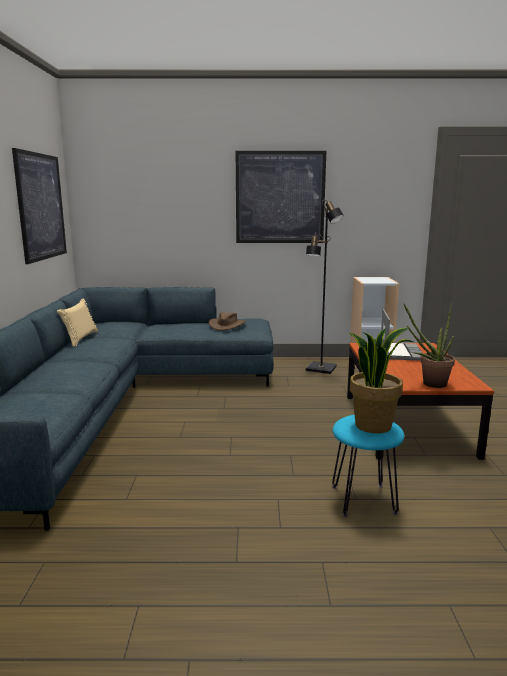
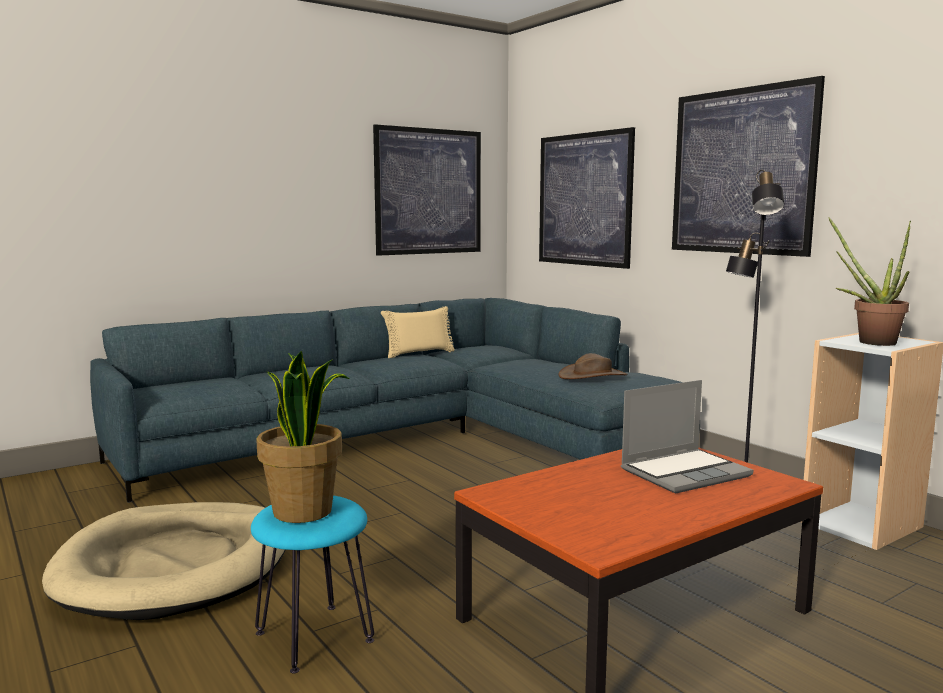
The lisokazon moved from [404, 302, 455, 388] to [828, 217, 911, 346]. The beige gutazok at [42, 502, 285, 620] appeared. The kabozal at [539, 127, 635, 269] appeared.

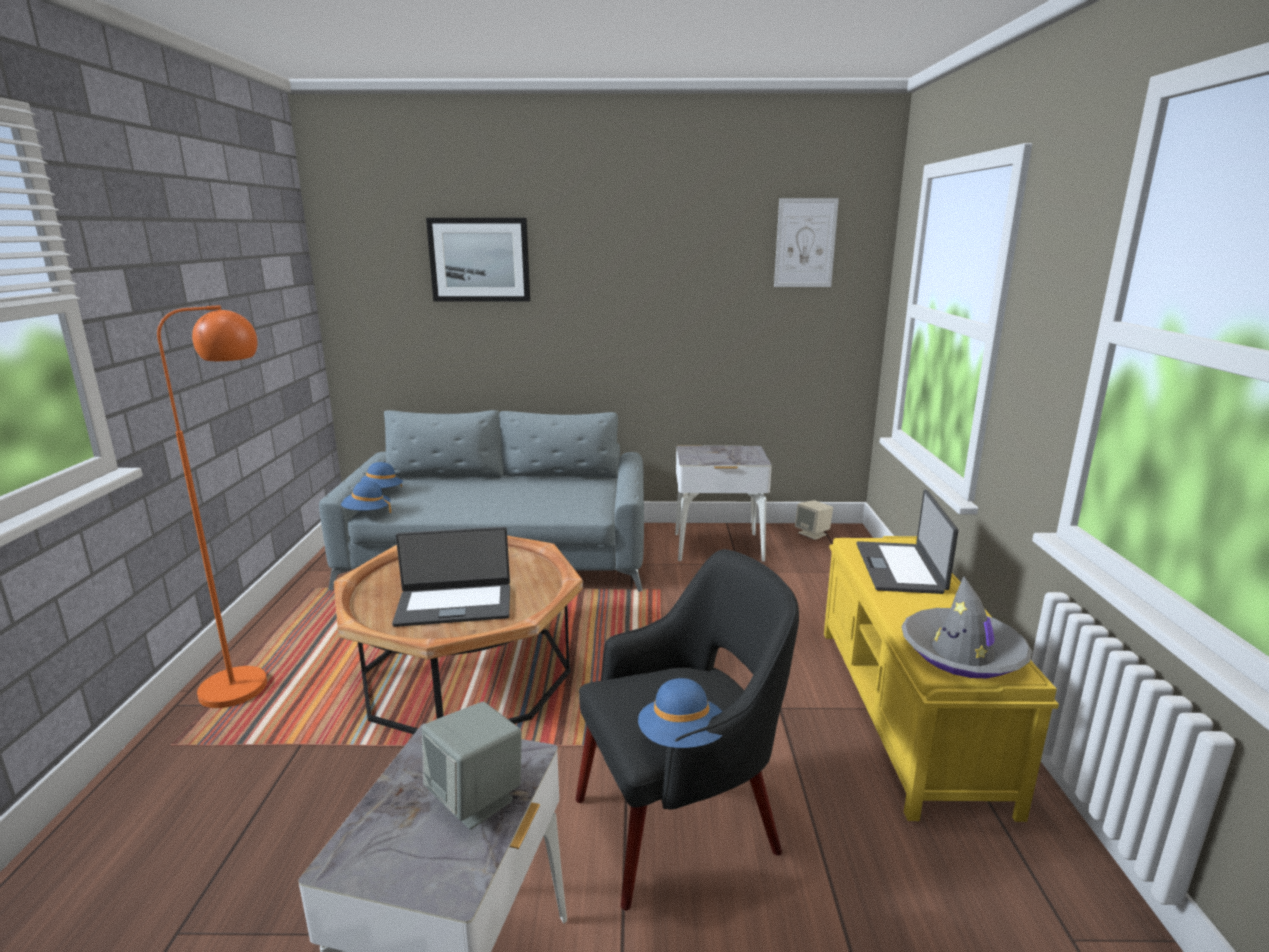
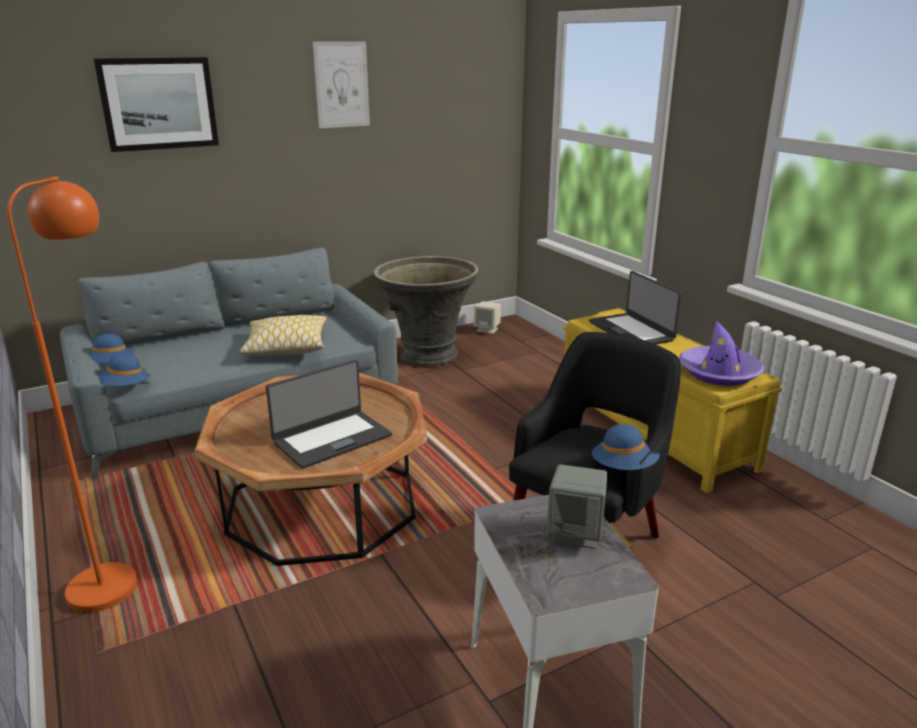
The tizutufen at [675, 446, 772, 562] was replaced by the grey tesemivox at [374, 256, 479, 366]. The kabozal moved from [774, 198, 839, 287] to [313, 41, 370, 128]. The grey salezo at [901, 576, 1032, 678] became the purple salezo at [679, 320, 764, 386]. The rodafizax at [239, 315, 327, 356] appeared.

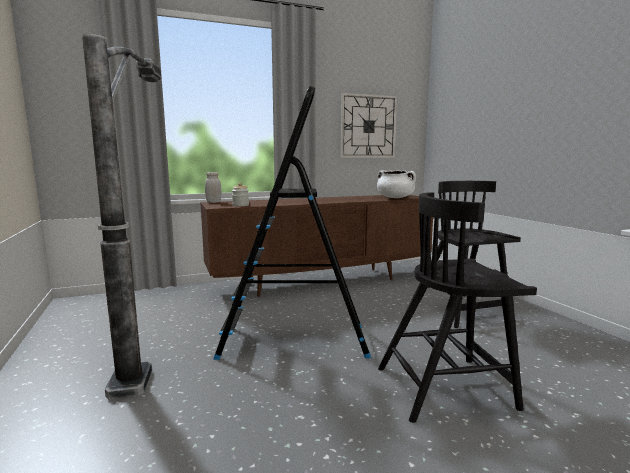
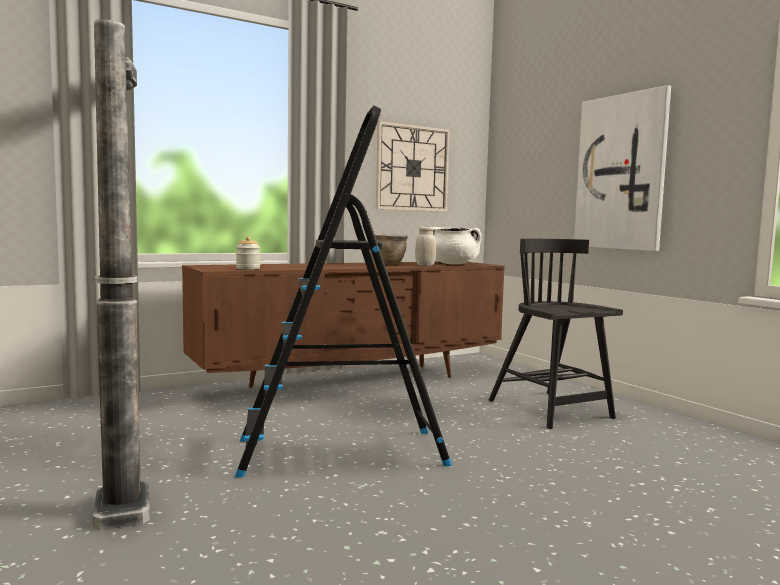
The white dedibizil moved from [205, 172, 221, 203] to [415, 227, 436, 266]. The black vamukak at [378, 192, 537, 423] disappeared. The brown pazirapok at [369, 233, 408, 265] appeared. The kabozal at [574, 85, 671, 251] appeared.

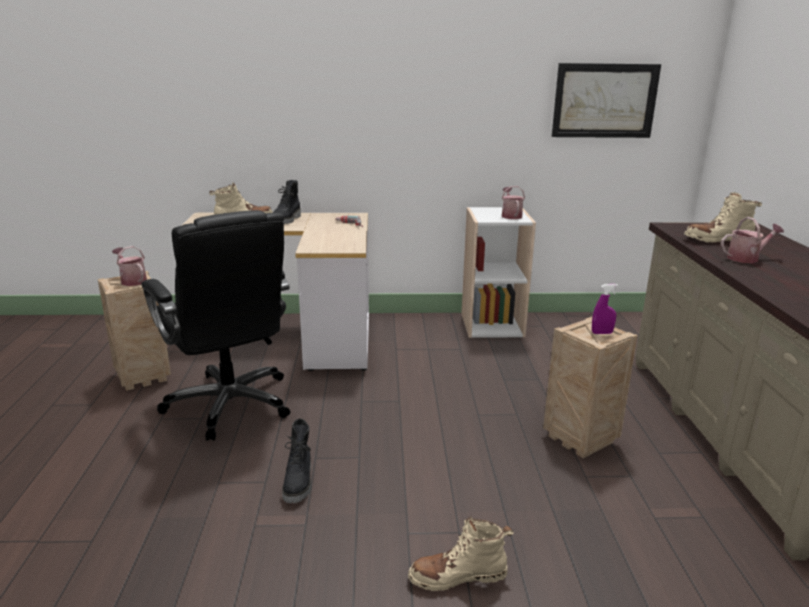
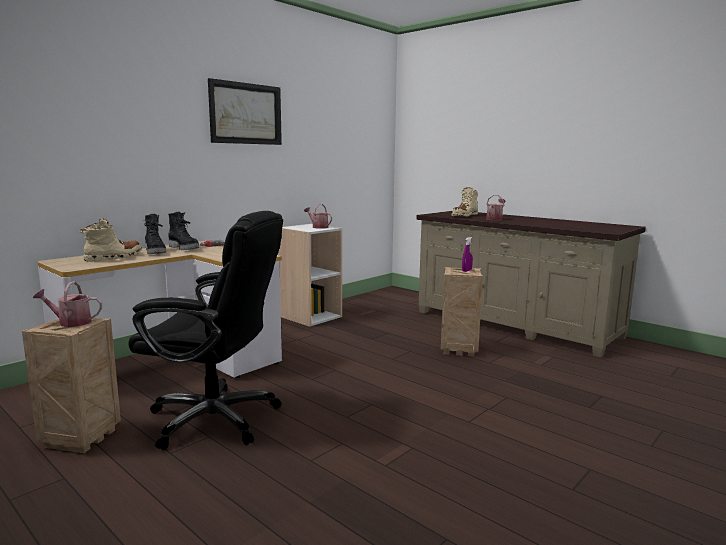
The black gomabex moved from [282, 418, 311, 503] to [168, 212, 199, 250]. The beige gomabex at [408, 516, 514, 591] disappeared. The kabozal moved from [552, 63, 661, 138] to [208, 78, 282, 145].

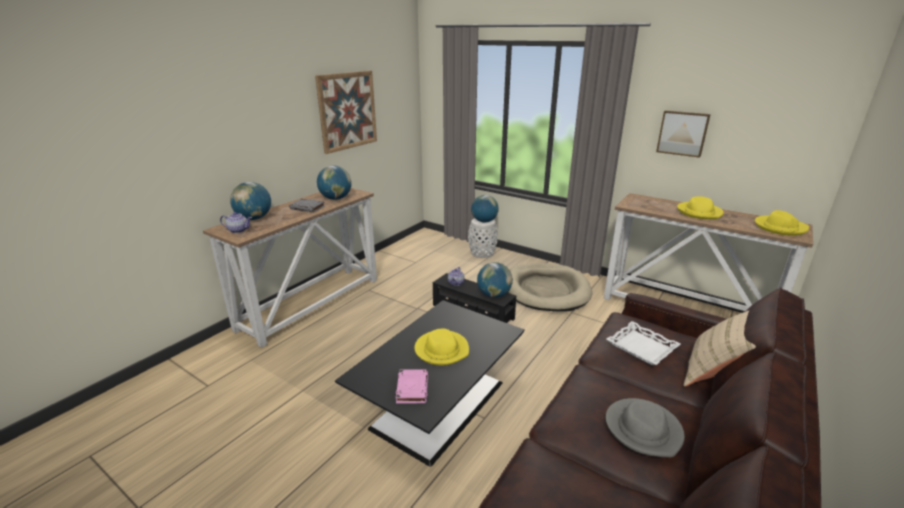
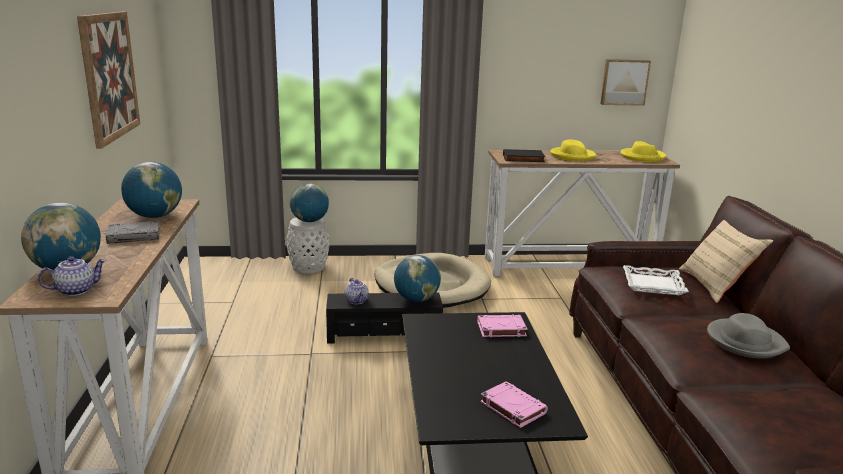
The yellow salezo at [414, 329, 469, 365] disappeared. The kabozal moved from [656, 110, 711, 158] to [600, 59, 651, 106]. The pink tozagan at [477, 314, 527, 337] appeared. The black tozagan at [503, 149, 545, 162] appeared.

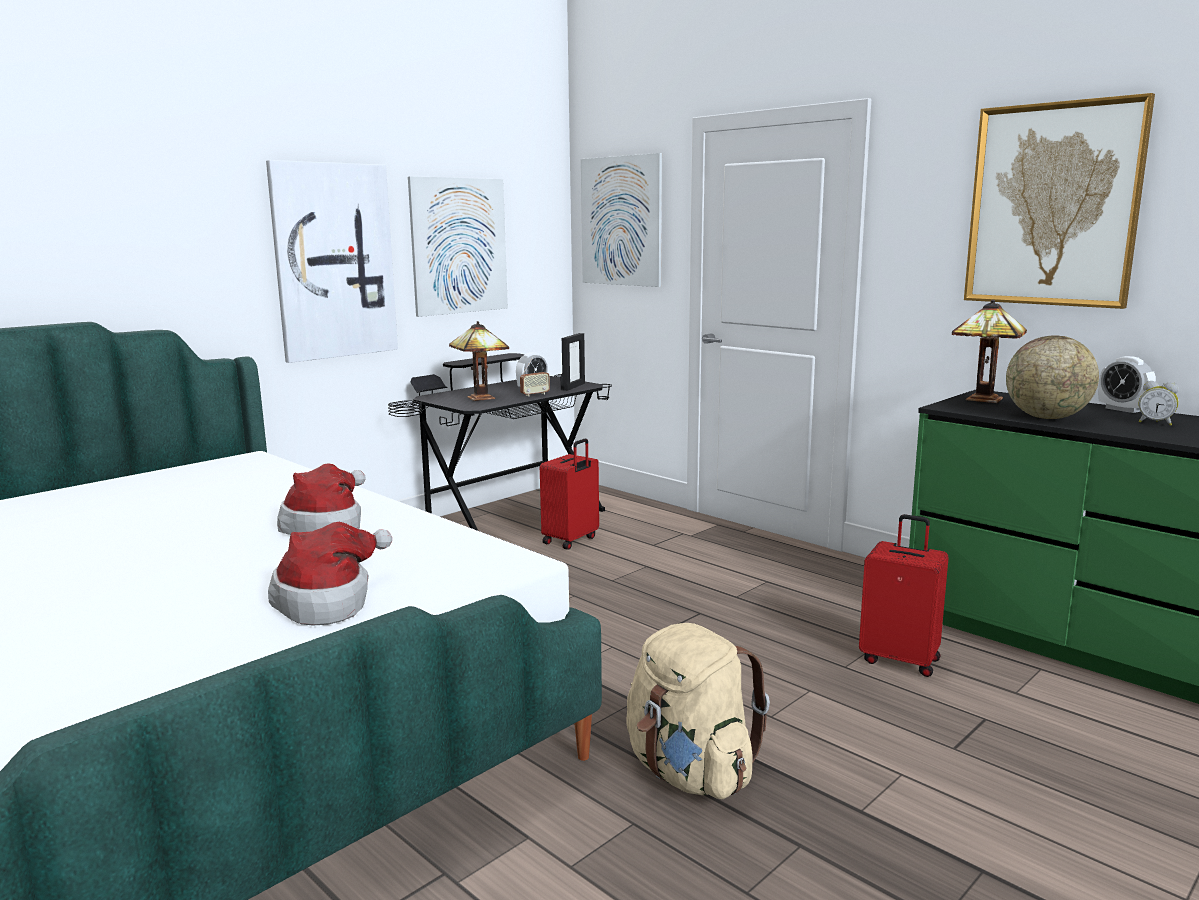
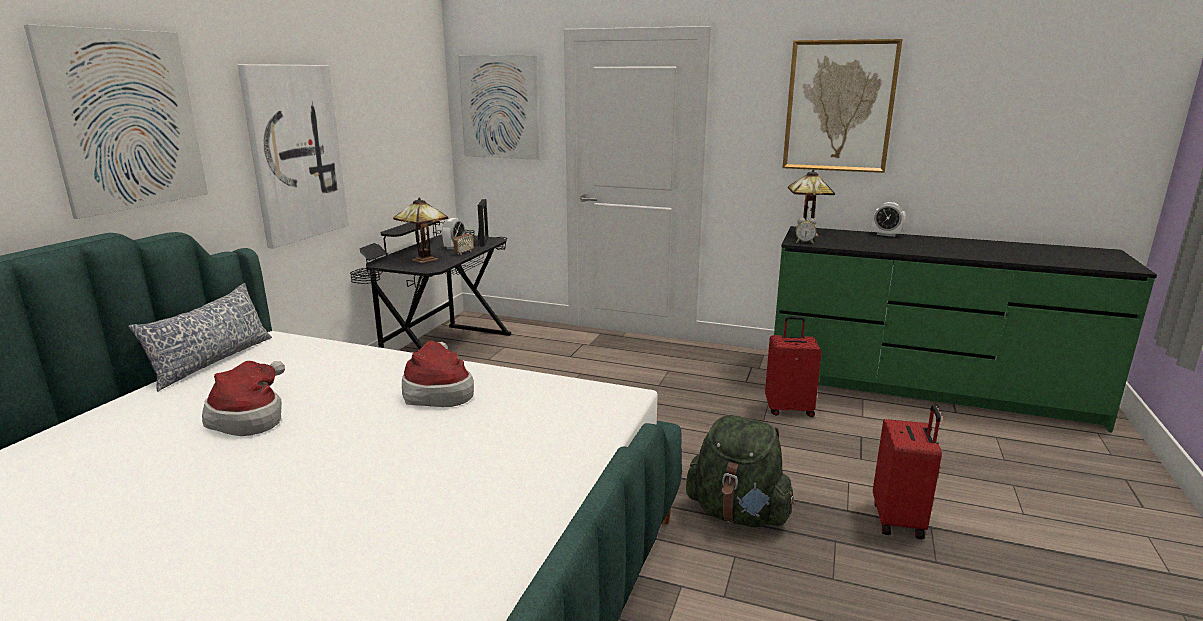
The salezo moved from [268, 522, 392, 625] to [202, 361, 285, 436]. The kabozal moved from [408, 176, 508, 317] to [24, 24, 208, 219]. The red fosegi moved from [540, 439, 599, 550] to [873, 405, 942, 539]. The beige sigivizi at [626, 623, 770, 799] became the green sigivizi at [686, 415, 796, 527]. The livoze at [1006, 335, 1099, 419] disappeared. The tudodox moved from [1139, 381, 1179, 426] to [796, 218, 816, 244]. The rodafizax at [128, 283, 272, 392] appeared.

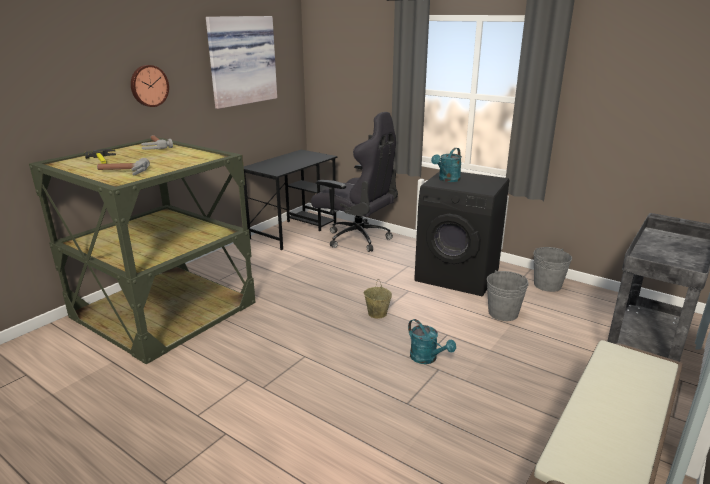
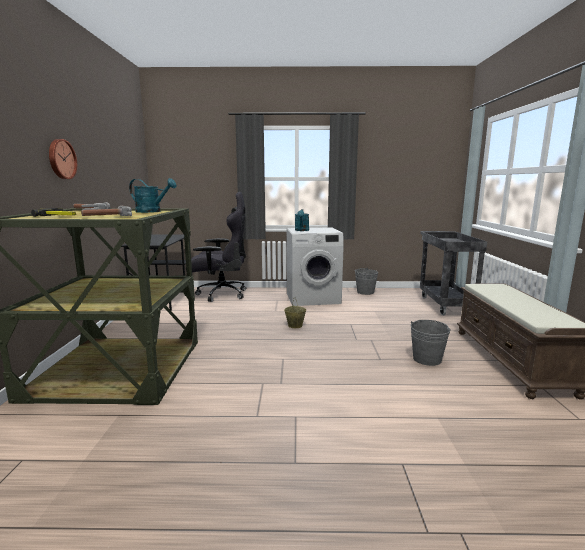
The kabozal at [206, 16, 277, 109] disappeared. The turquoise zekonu moved from [408, 319, 456, 364] to [129, 178, 177, 213]. The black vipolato at [414, 171, 510, 296] became the white vipolato at [286, 227, 344, 306]. The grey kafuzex moved from [487, 270, 528, 321] to [411, 320, 451, 366].

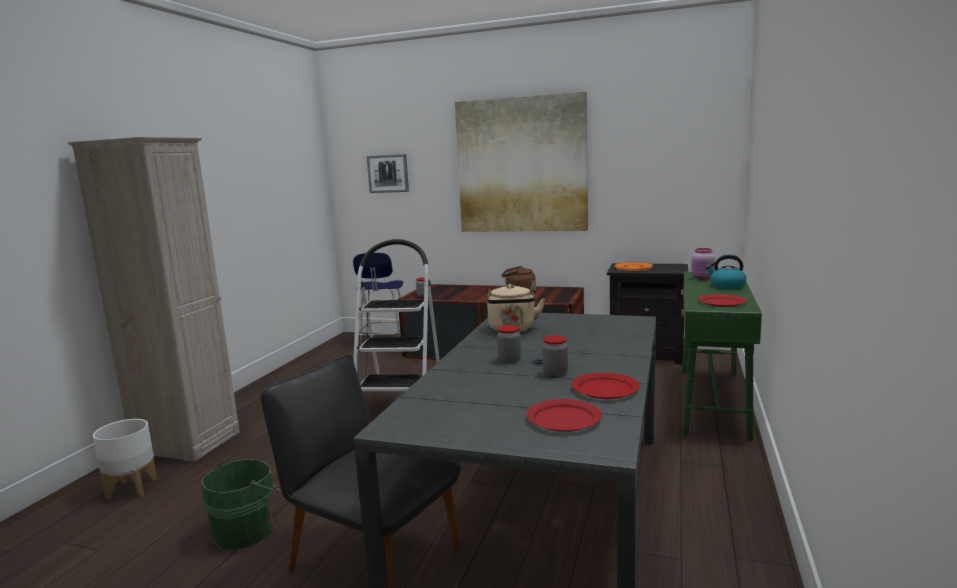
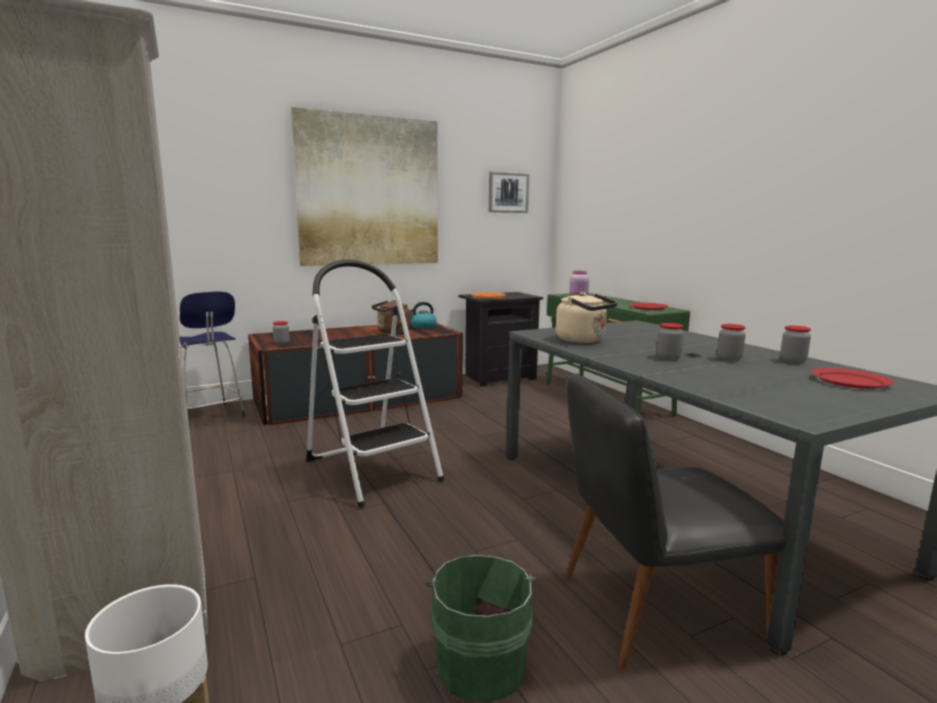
The kabozal moved from [366, 154, 409, 193] to [489, 171, 529, 213]. The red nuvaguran at [571, 373, 640, 399] was replaced by the dedibizil at [780, 326, 811, 363]. The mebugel moved from [705, 255, 746, 289] to [410, 302, 437, 329].

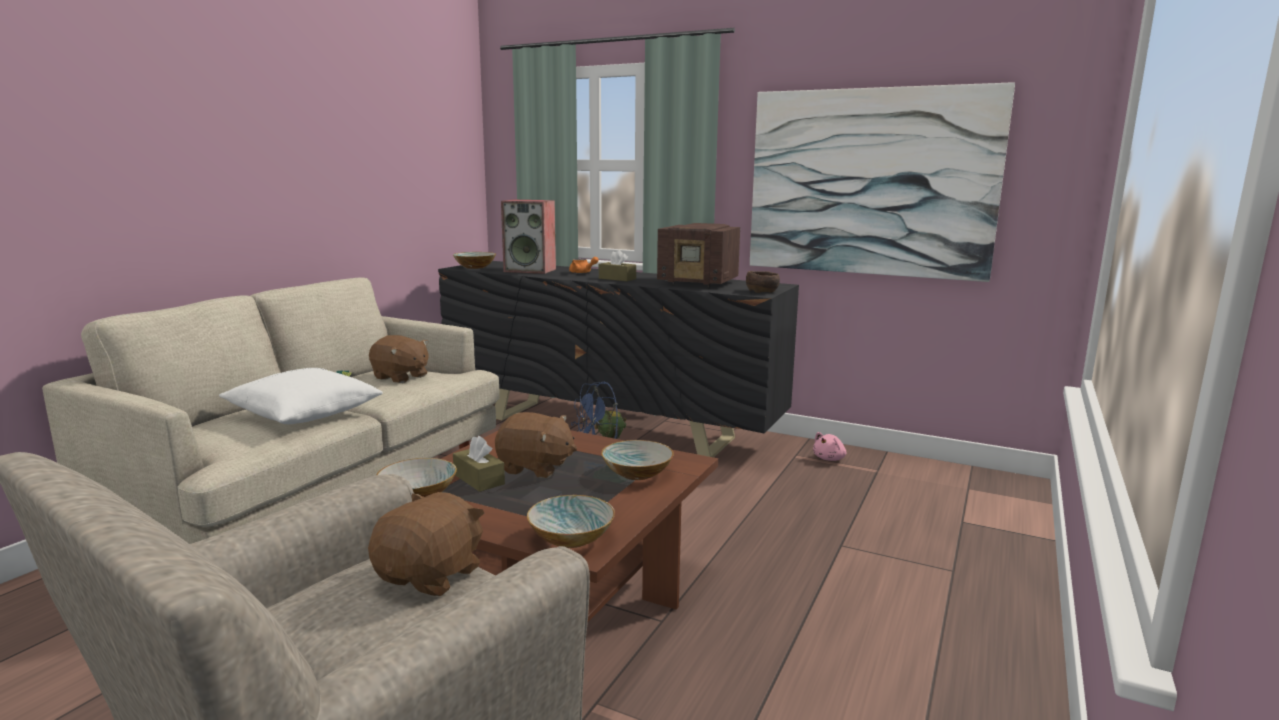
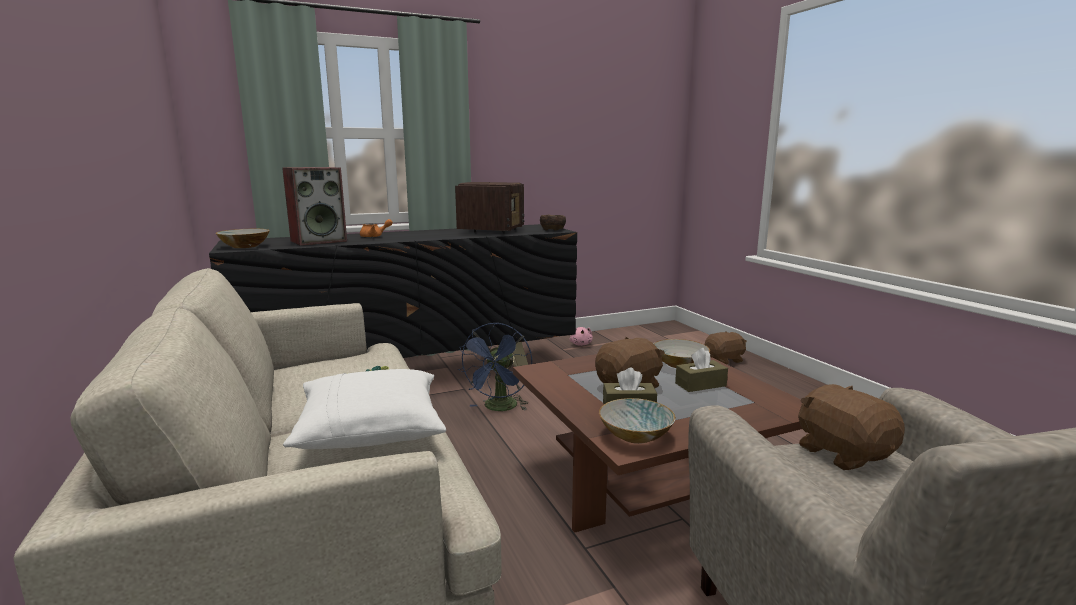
The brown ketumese moved from [369, 335, 429, 383] to [705, 332, 747, 364]. The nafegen at [527, 495, 615, 548] disappeared. The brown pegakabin moved from [599, 250, 636, 281] to [675, 348, 728, 392]. The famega at [657, 223, 740, 288] turned 45 degrees counterclockwise. The kabozal at [750, 82, 1015, 282] disappeared.

